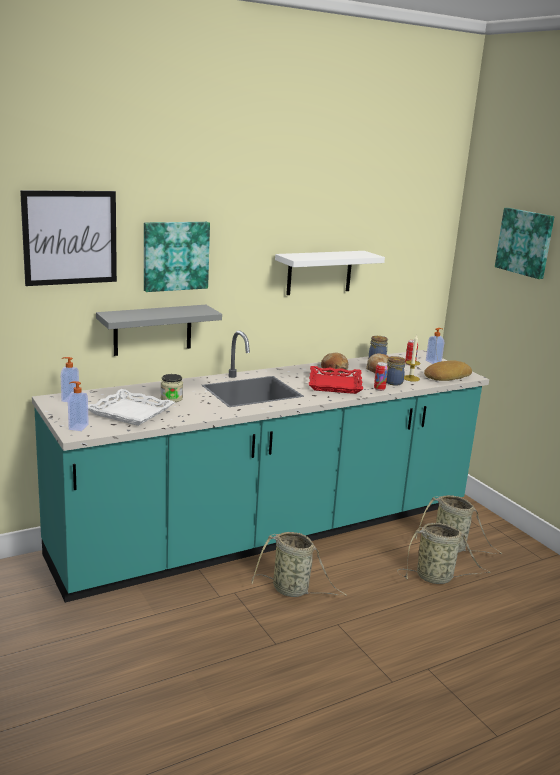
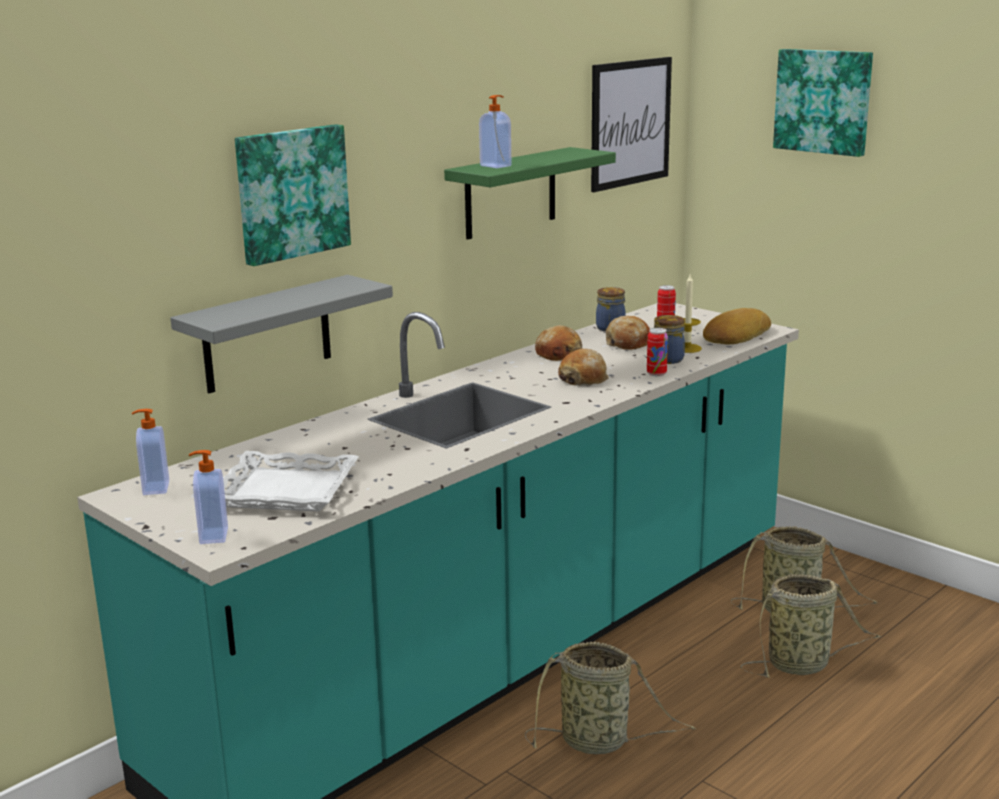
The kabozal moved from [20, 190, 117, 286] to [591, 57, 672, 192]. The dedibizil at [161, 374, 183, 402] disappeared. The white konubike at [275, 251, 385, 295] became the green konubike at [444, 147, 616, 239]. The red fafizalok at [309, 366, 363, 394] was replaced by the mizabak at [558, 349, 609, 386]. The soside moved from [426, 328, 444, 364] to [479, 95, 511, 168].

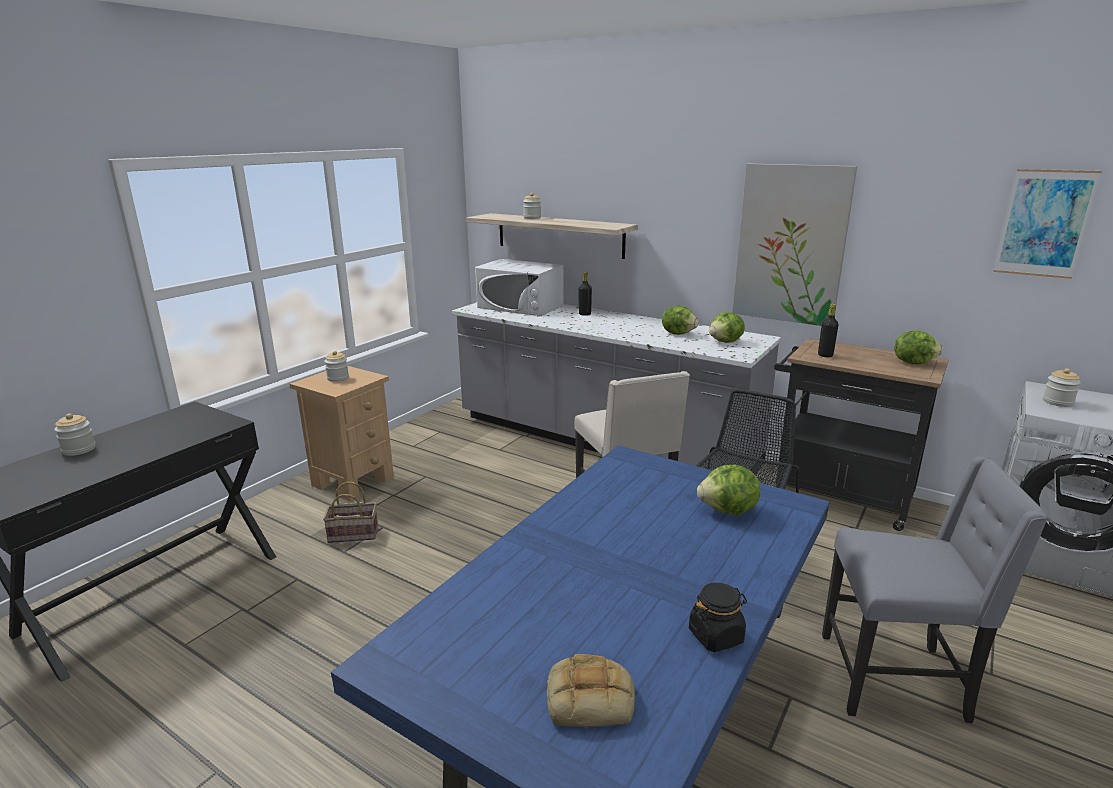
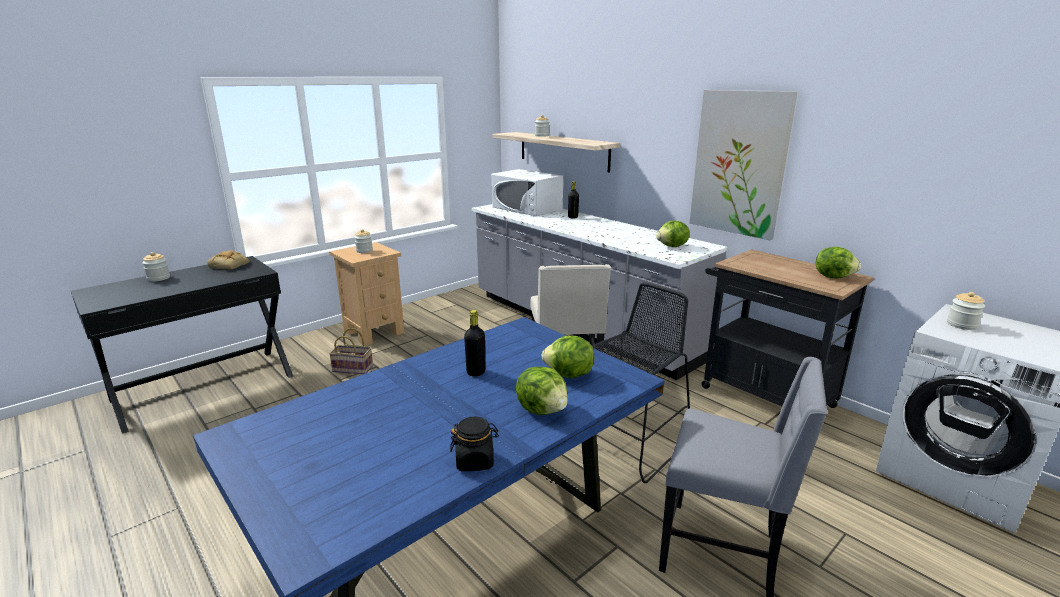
The mizabak moved from [547, 654, 635, 727] to [208, 250, 250, 270]. The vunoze moved from [662, 306, 699, 335] to [516, 367, 568, 415]. The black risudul moved from [818, 303, 838, 357] to [464, 310, 485, 376]. The kabozal at [993, 169, 1102, 279] disappeared.

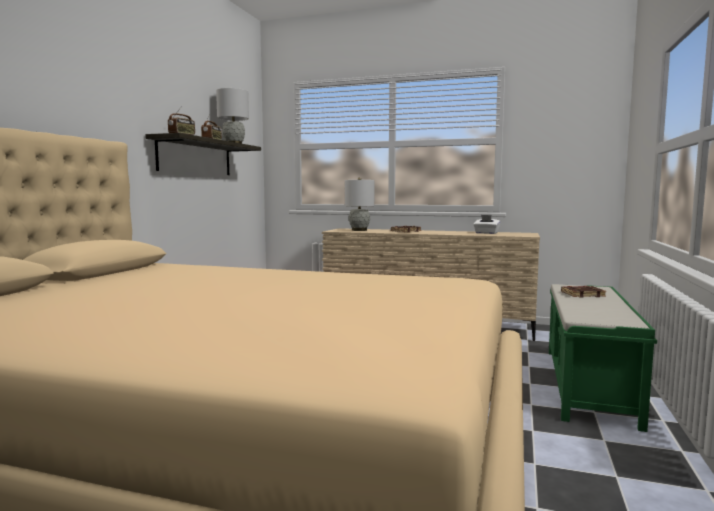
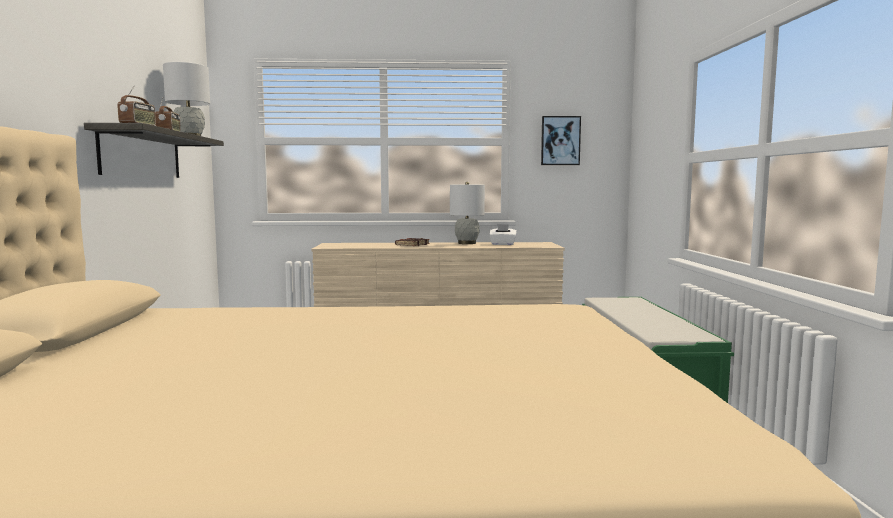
The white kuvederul moved from [345, 178, 374, 231] to [450, 182, 485, 244]. The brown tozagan at [561, 286, 606, 298] disappeared. The kabozal at [541, 116, 581, 165] appeared.

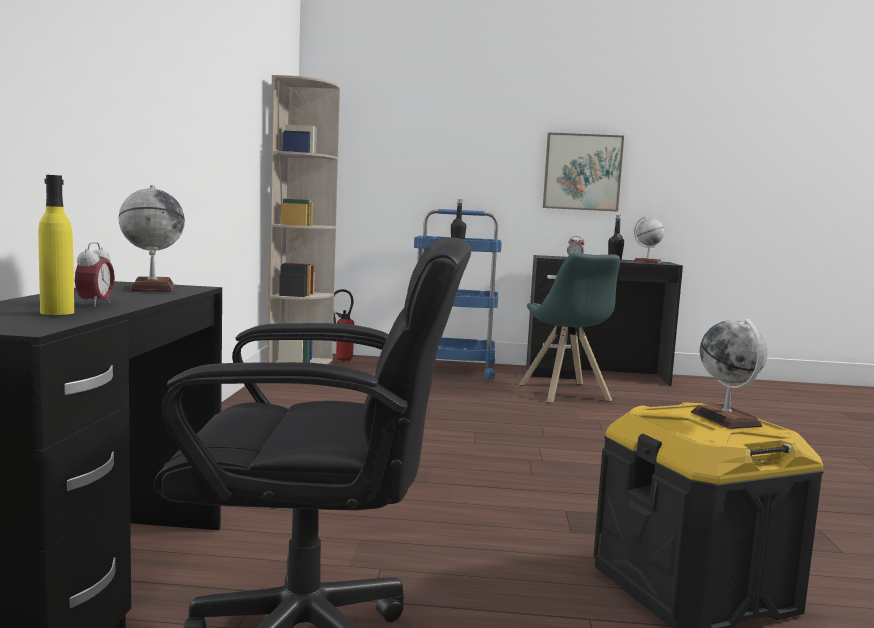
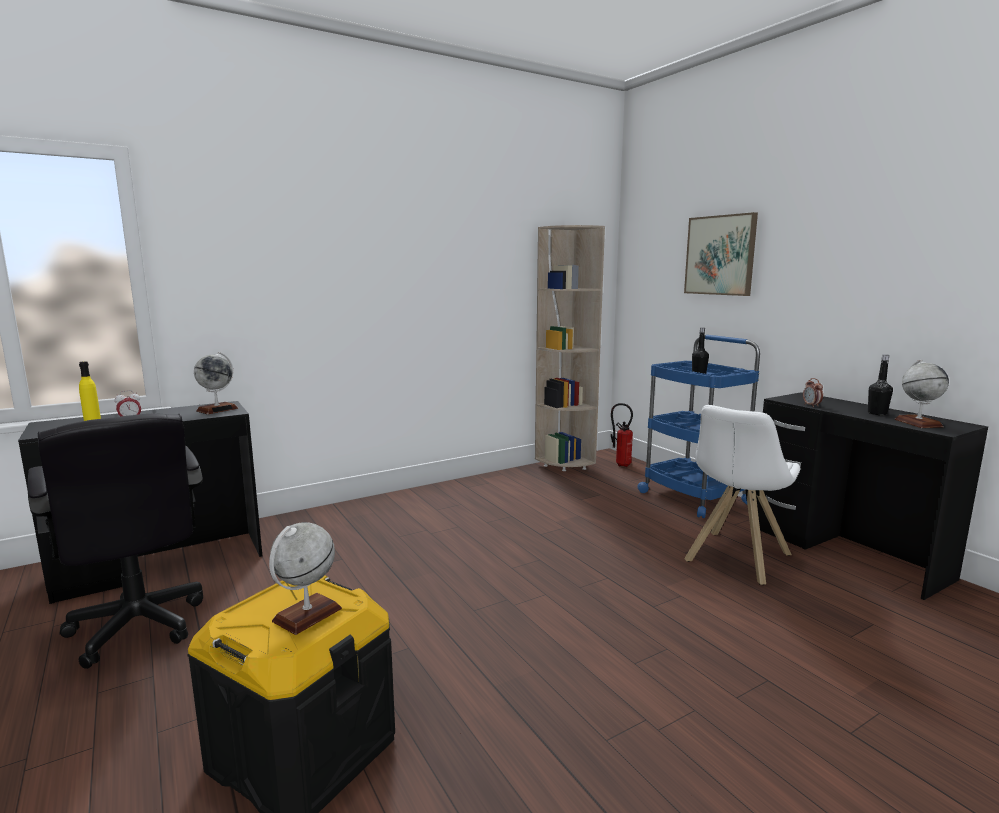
The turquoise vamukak at [519, 253, 620, 403] became the white vamukak at [684, 405, 801, 585]. The kabozal moved from [543, 132, 624, 211] to [684, 212, 758, 296].

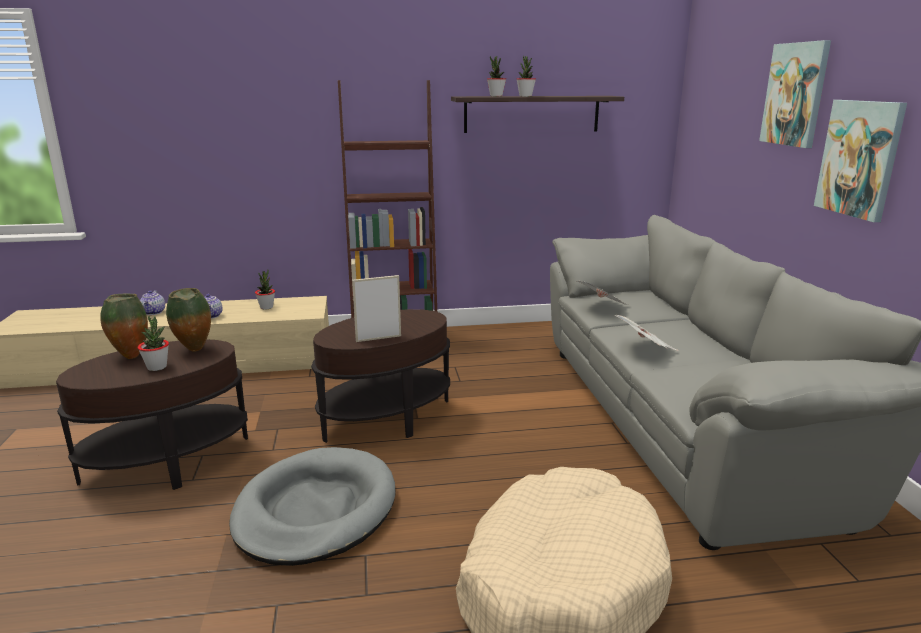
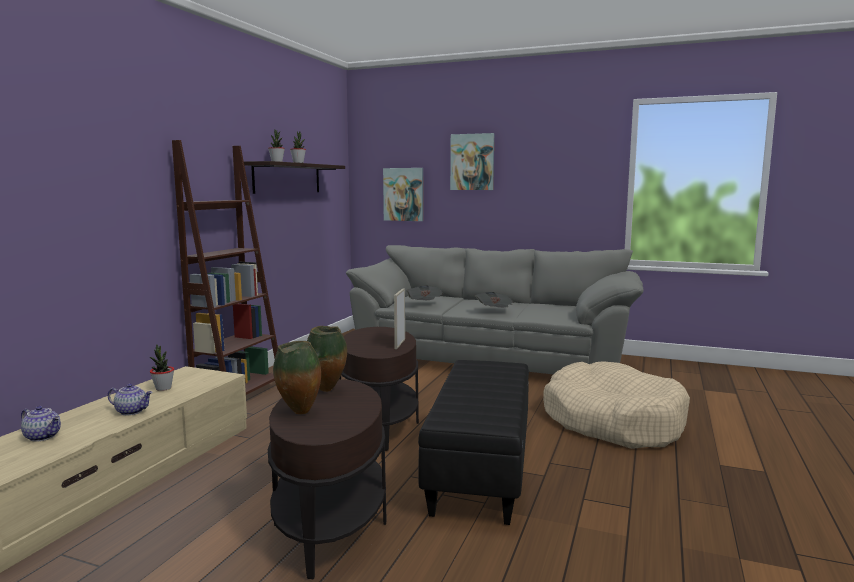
The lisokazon at [138, 316, 169, 371] disappeared. The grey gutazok at [229, 447, 396, 566] was replaced by the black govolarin at [418, 360, 529, 525]. The kabozal moved from [814, 100, 907, 222] to [383, 168, 423, 221].

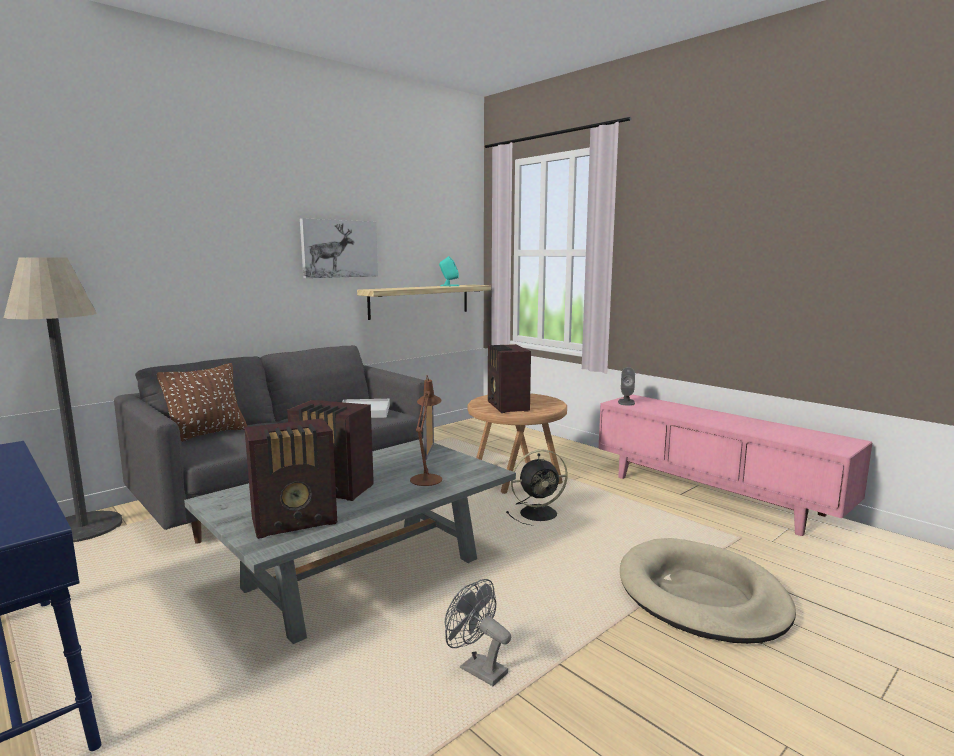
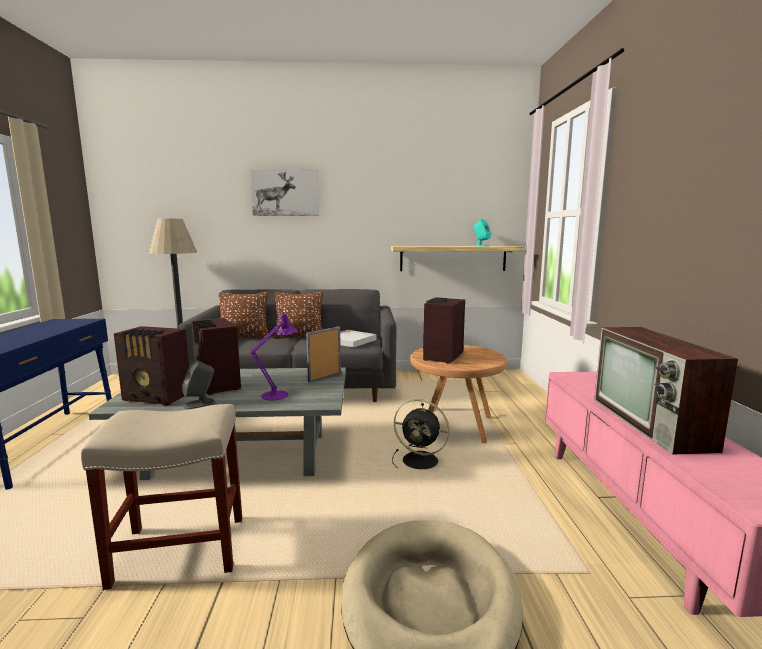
The kabozal moved from [300, 218, 378, 278] to [250, 169, 319, 216]. The brown kuvederul at [410, 375, 442, 486] became the purple kuvederul at [250, 311, 297, 400]. The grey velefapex at [445, 579, 511, 686] was replaced by the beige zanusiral at [81, 404, 242, 590]. The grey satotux moved from [618, 367, 635, 406] to [182, 360, 216, 410]. The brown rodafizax at [274, 292, 323, 339] appeared. The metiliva at [594, 327, 738, 455] appeared.

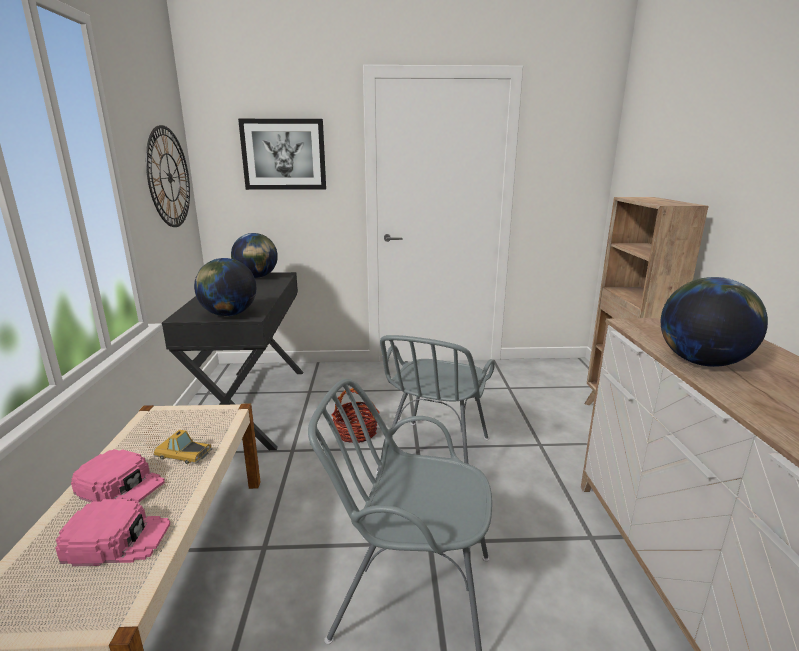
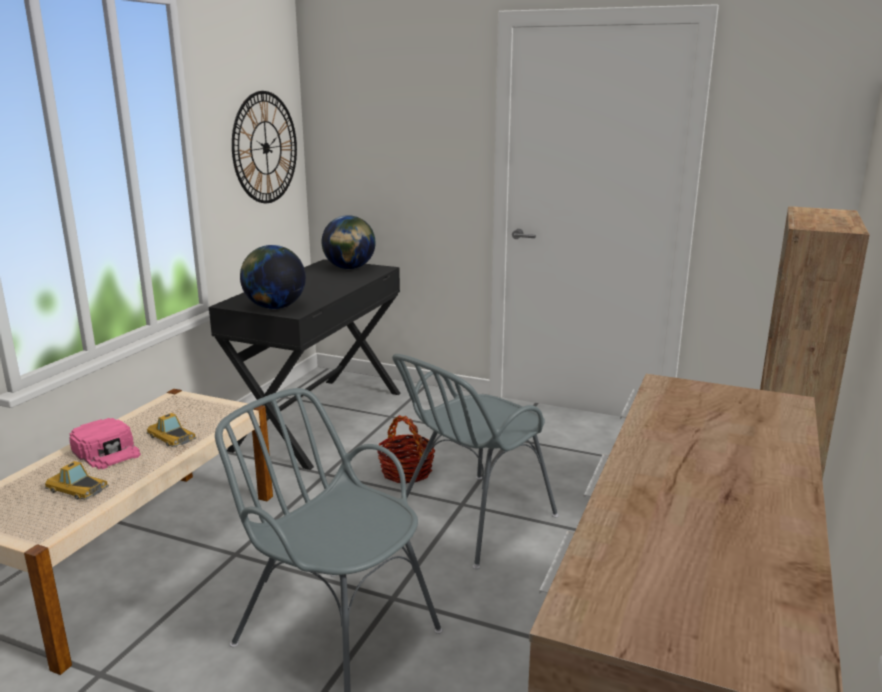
The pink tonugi at [55, 499, 170, 566] was replaced by the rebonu at [45, 461, 109, 500]. The kabozal at [238, 119, 326, 190] disappeared. The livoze at [661, 277, 768, 367] disappeared.

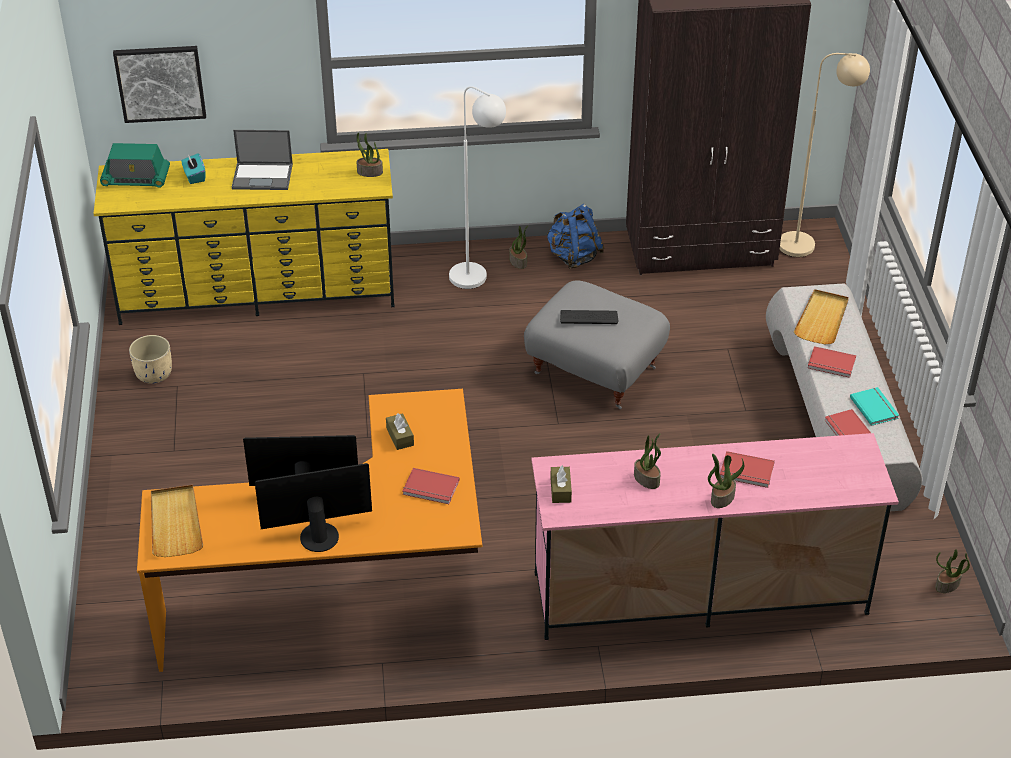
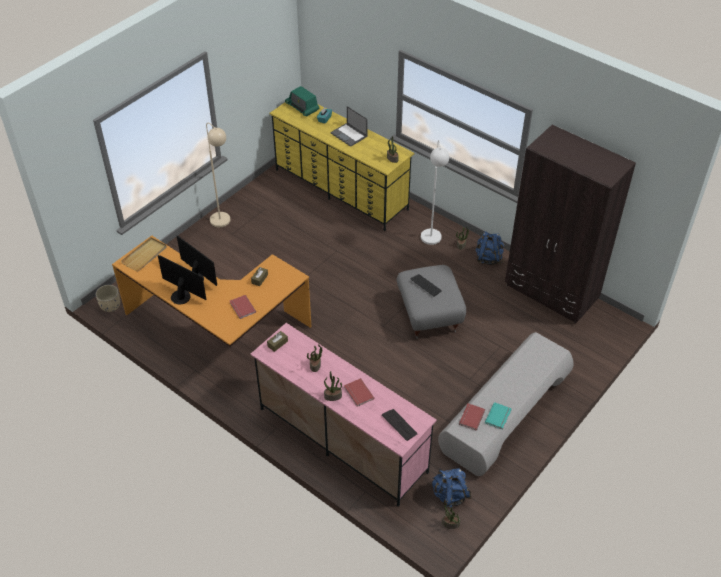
The kabozal at [113, 46, 206, 123] disappeared. The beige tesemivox moved from [129, 335, 172, 384] to [95, 285, 120, 312]. The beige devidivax moved from [780, 53, 870, 257] to [206, 123, 231, 228]. The beige fafizalok at [794, 289, 849, 344] disappeared. The red tozagan at [808, 346, 856, 378] disappeared. The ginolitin at [382, 409, 418, 441] appeared. The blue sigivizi at [432, 468, 471, 508] appeared.

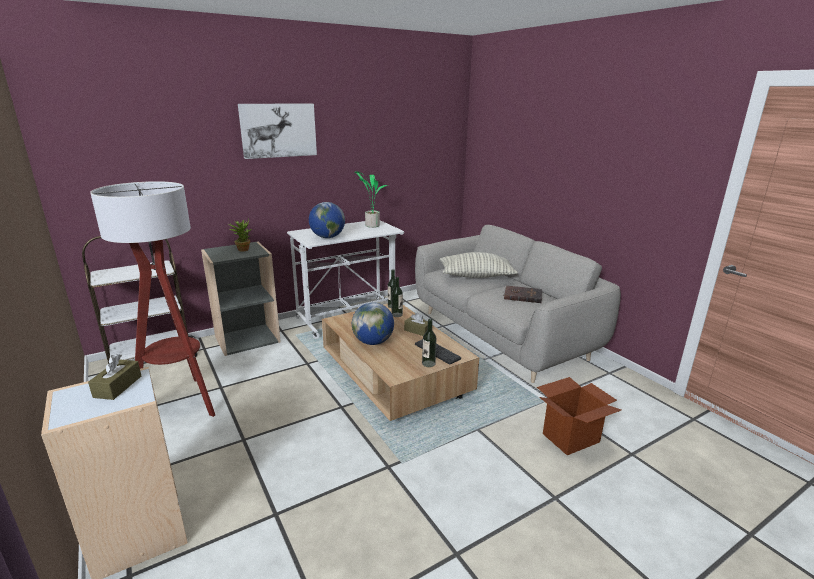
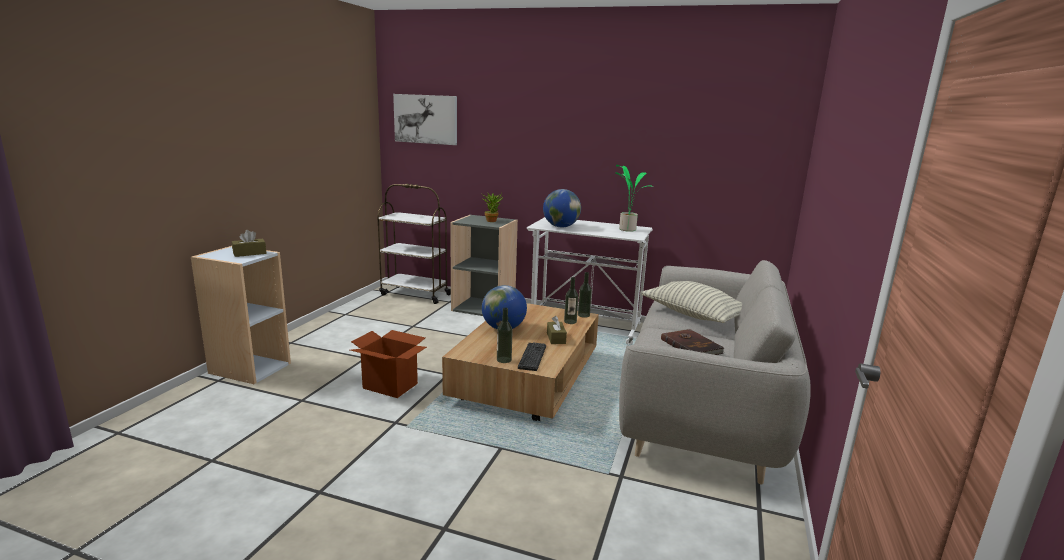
The devidivax at [90, 181, 215, 417] disappeared. The kabozal moved from [238, 104, 317, 159] to [393, 94, 457, 145]. The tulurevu moved from [537, 377, 622, 455] to [350, 330, 427, 398].

